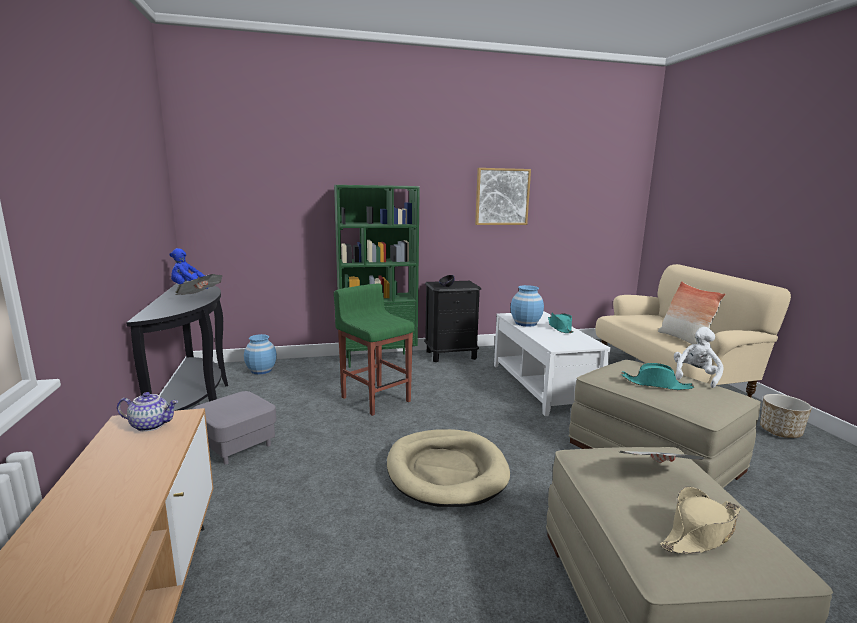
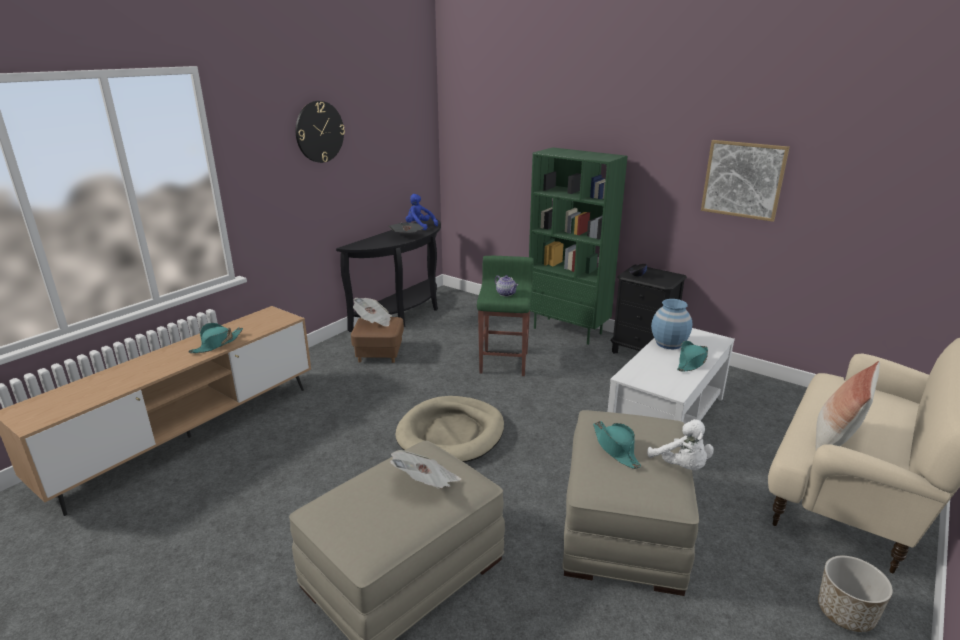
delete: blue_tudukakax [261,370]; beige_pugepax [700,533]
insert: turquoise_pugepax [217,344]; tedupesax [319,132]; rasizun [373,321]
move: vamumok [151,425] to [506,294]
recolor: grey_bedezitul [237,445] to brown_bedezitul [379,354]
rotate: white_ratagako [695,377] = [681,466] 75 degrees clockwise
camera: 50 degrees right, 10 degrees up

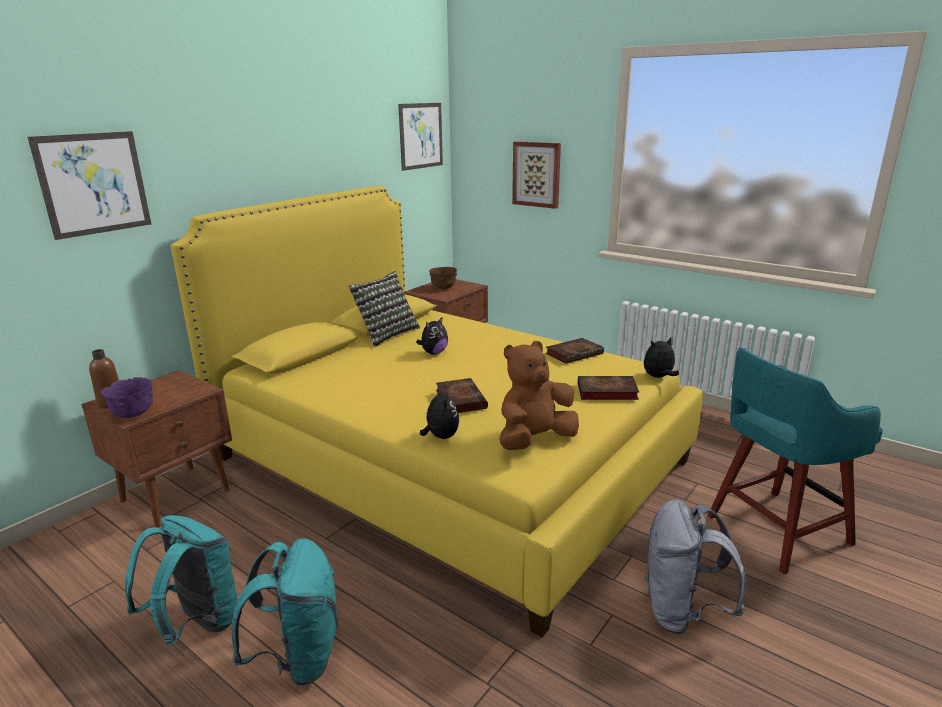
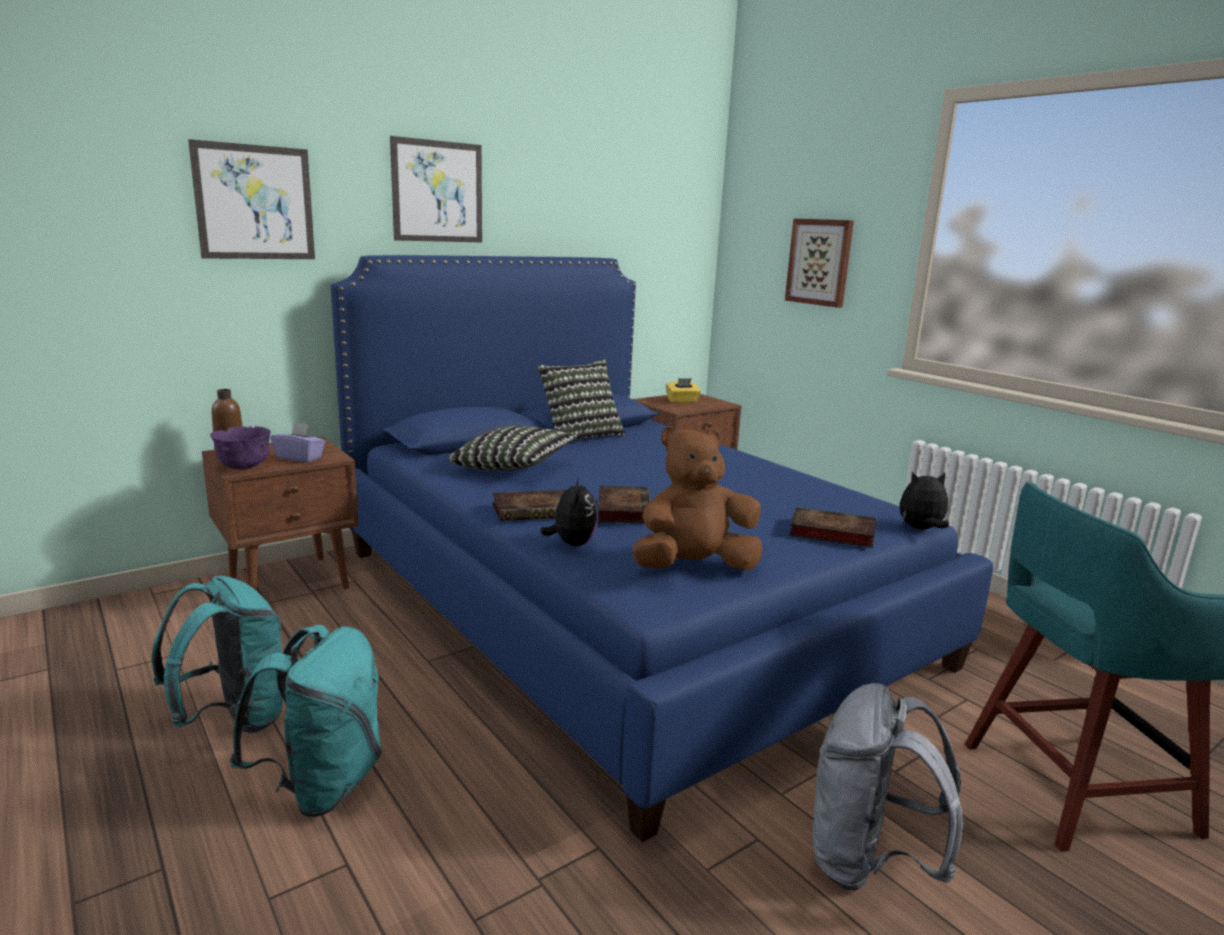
delete: ratagako [433,353]
insert: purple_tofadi [300,458]; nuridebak [513,468]
move: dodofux [421,136] to [437,191]; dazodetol [575,353] to [536,510]
replace: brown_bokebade [443,288] to yellow_tofadi [682,401]
recolor: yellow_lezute [447,459] to blue_lezute [622,604]
camera: 15 degrees right, 5 degrees down

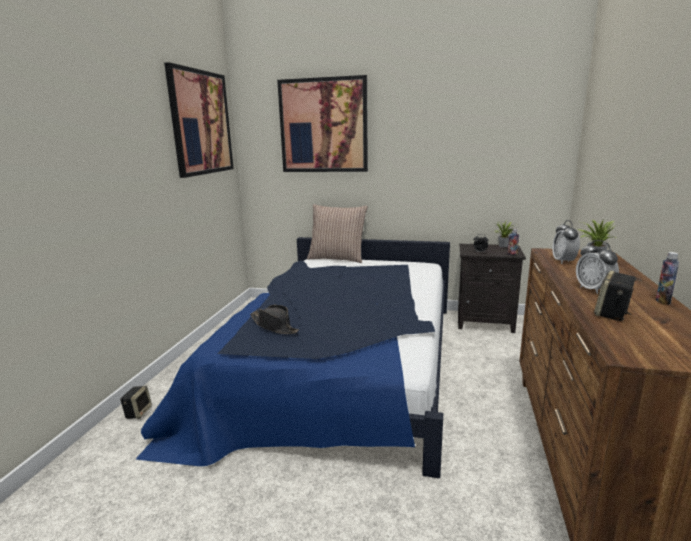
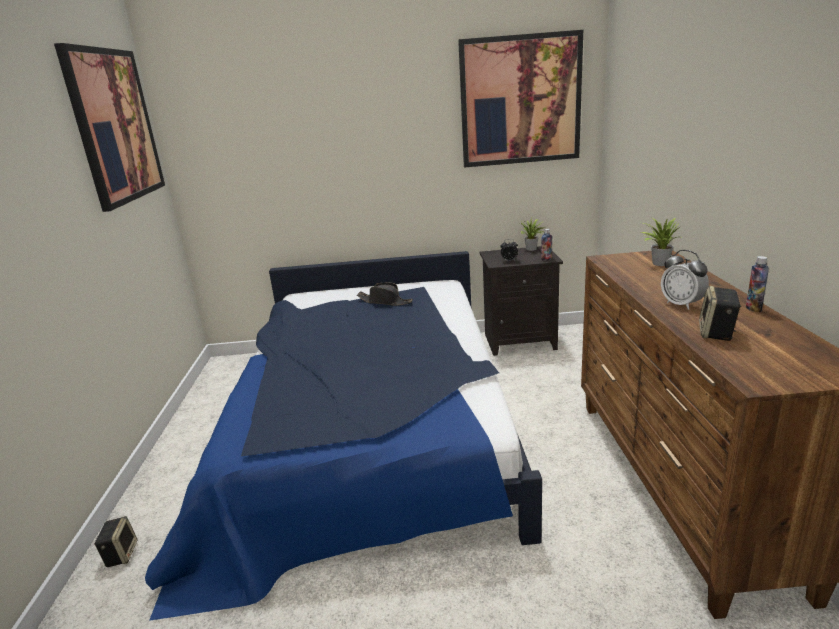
delete: nuridebak [337,258]; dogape [563,261]
move: black_pugepax [274,326] to [385,301]; dodofux [323,126] to [520,100]
camera: 15 degrees left, 5 degrees up

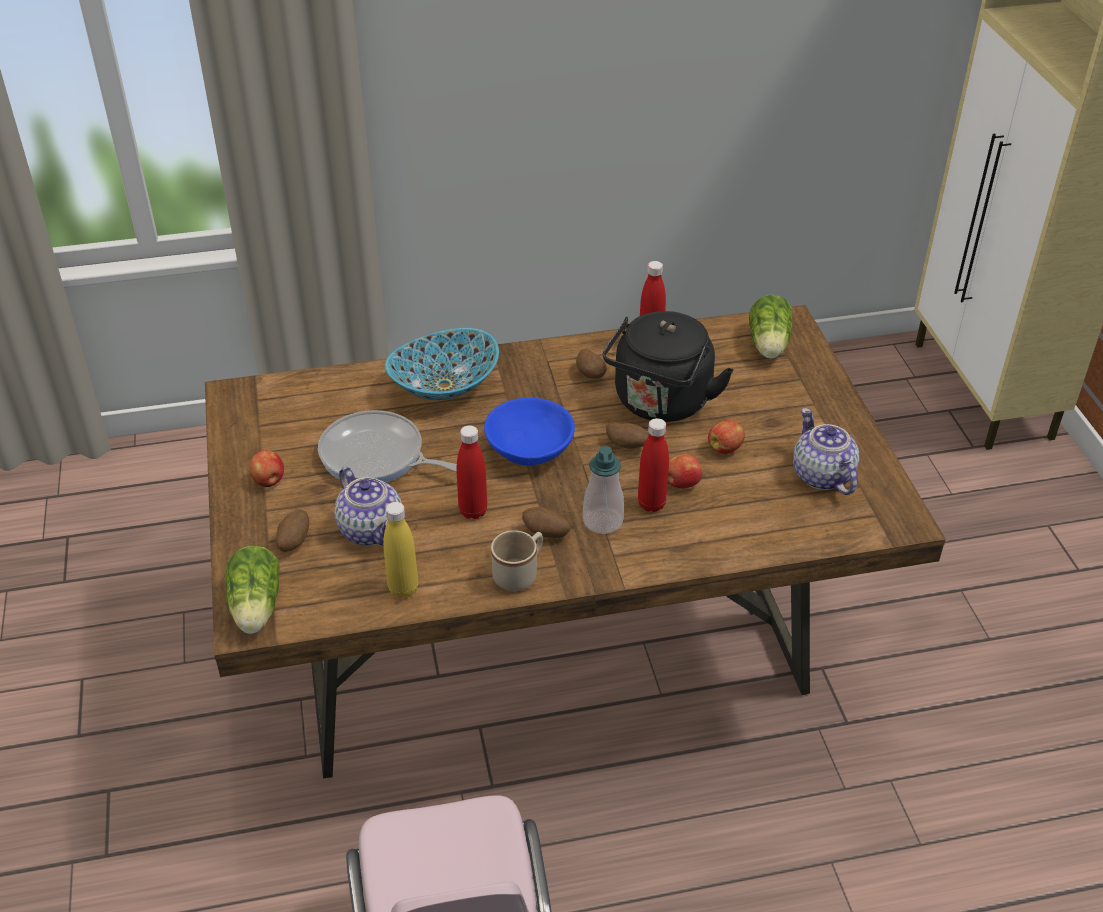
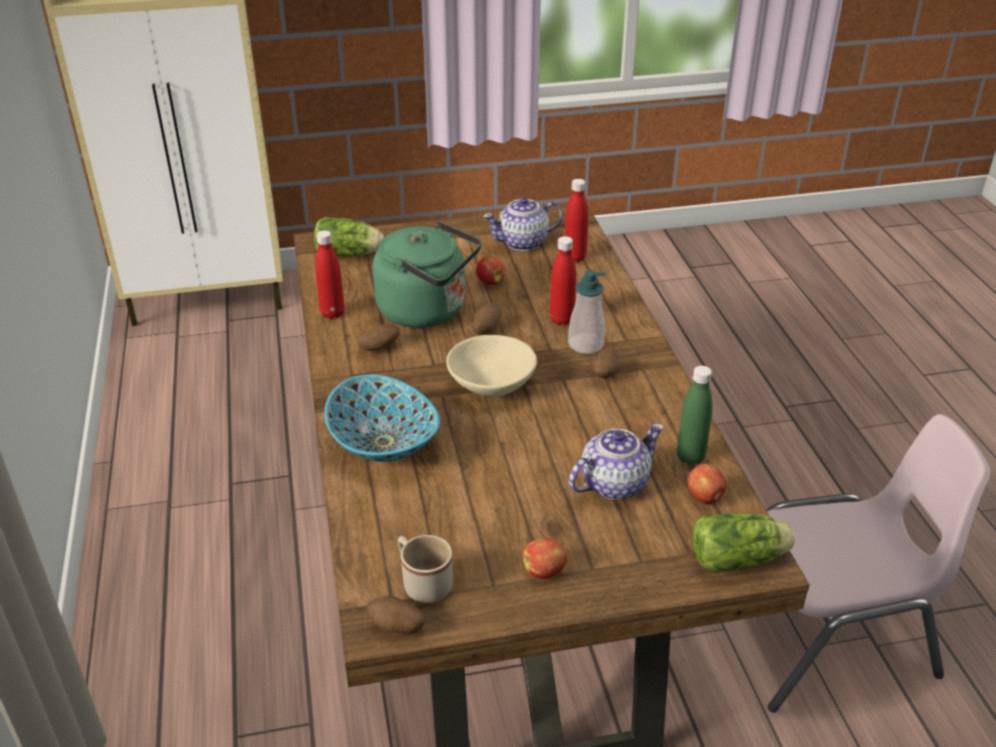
delete: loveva [377,457]
move: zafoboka [293,542] to [396,627]; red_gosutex [473,511] to [574,258]; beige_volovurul [520,574] to [423,582]; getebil [681,484] to [705,497]
recolor: yellow_gosutex [403,589] to green_gosutex [690,457]; blue_bokebade [529,450] to beige_bokebade [491,385]; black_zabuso [660,404] to green_zabuso [428,311]
camera: 90 degrees left, 5 degrees down

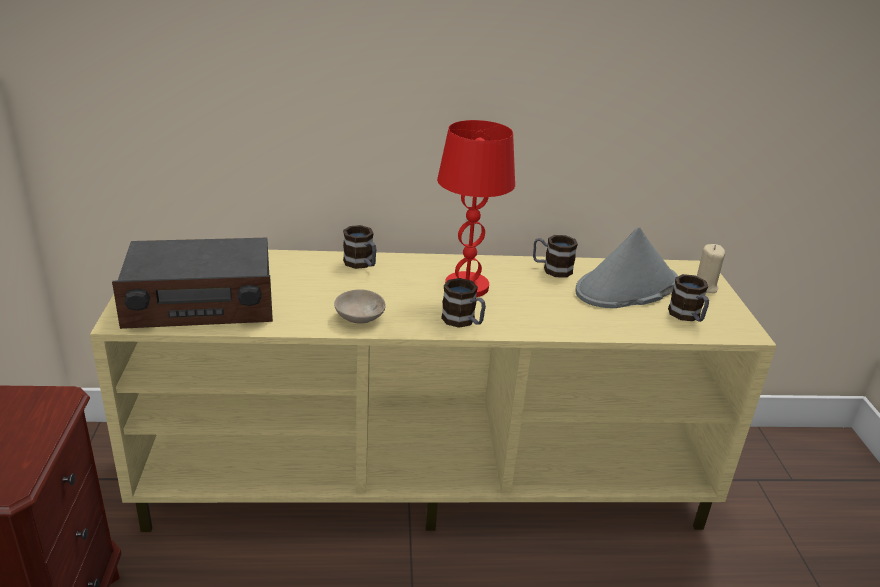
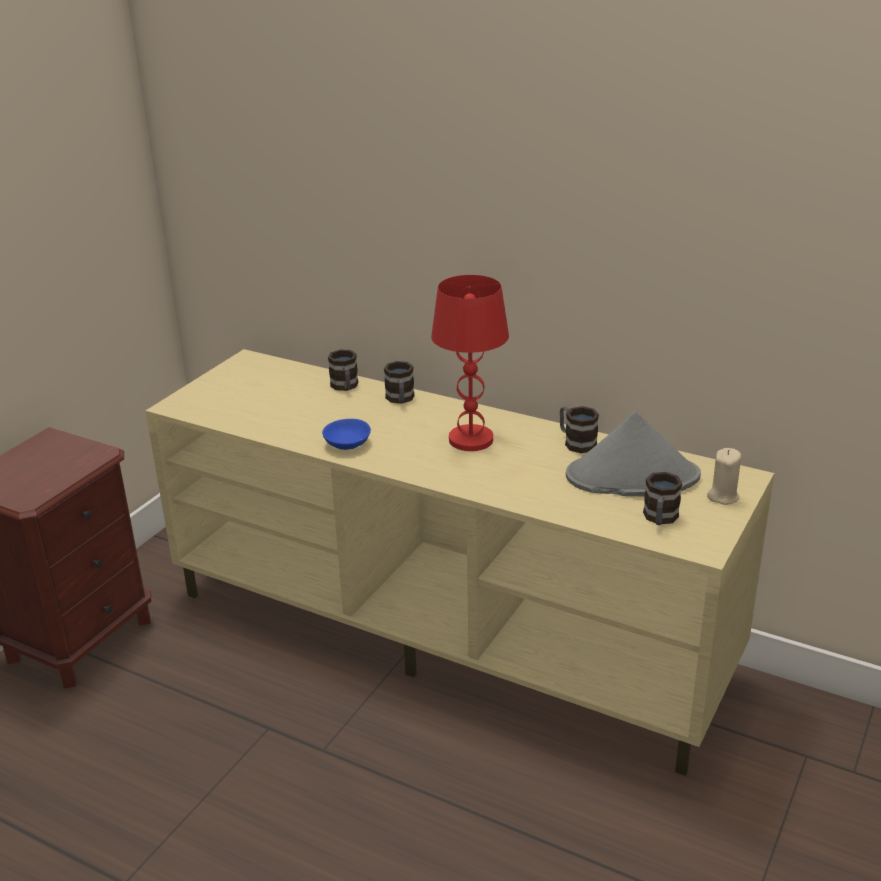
delete: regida [201,302]
move: volovurul [463,321] to [345,387]
recolor: beige_bokebade [358,316] to blue_bokebade [346,443]
camera: 35 degrees right, 0 degrees up

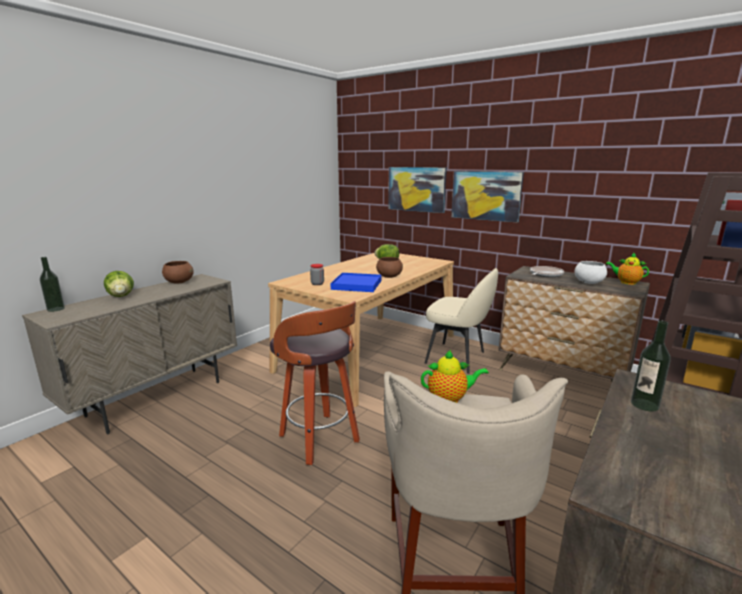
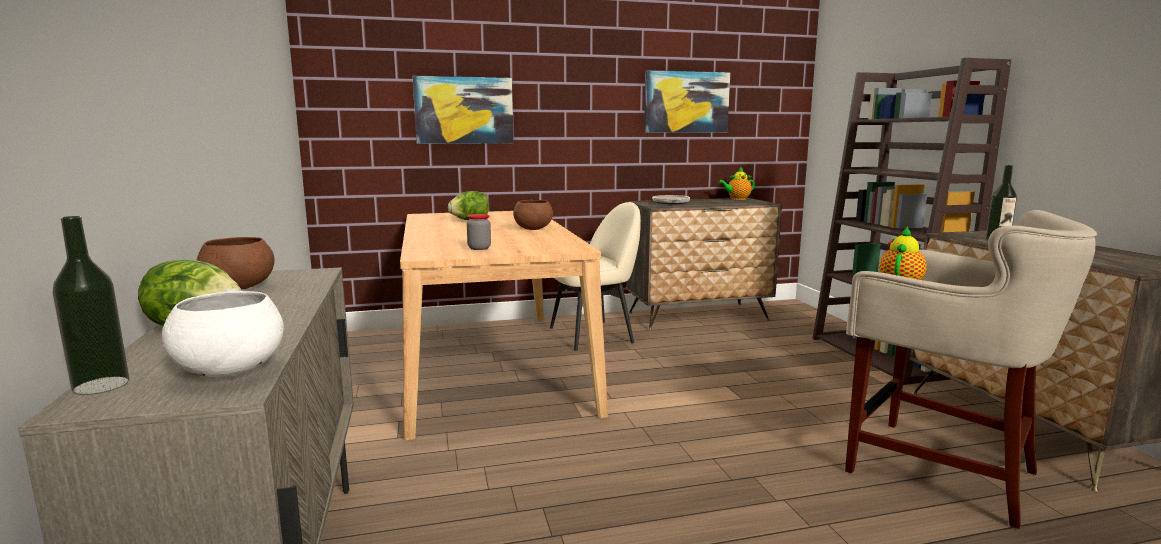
delete: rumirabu [320,439]; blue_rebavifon [357,285]
move: dodofux [486,195] to [686,102]; white_bokebade [588,283] to [230,371]
camera: 50 degrees left, 5 degrees down

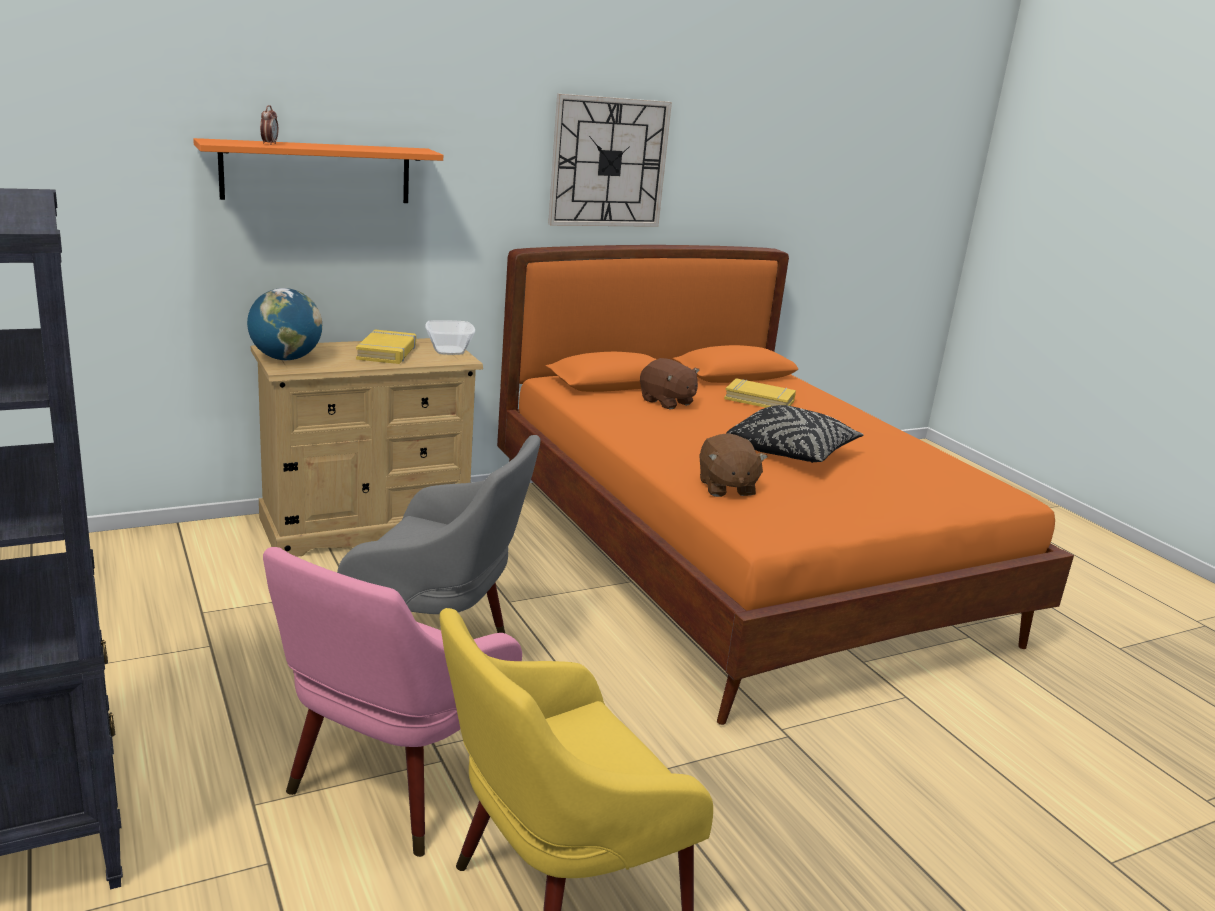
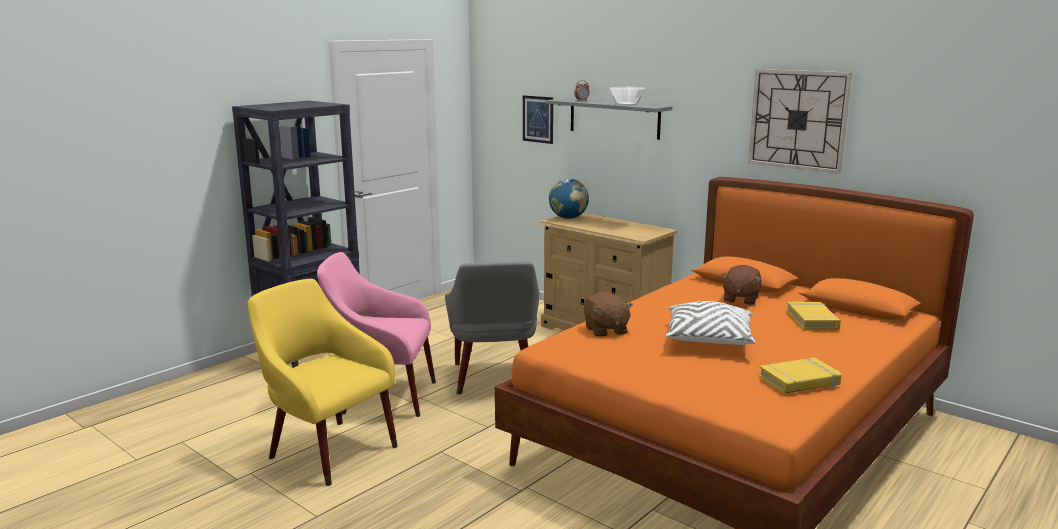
insert: dodofux [538,119]
move: yellow_dazodetol [387,352] to [799,381]; bokebade [450,351] to [626,104]
recolor: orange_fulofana [317,172] to grey_fulofana [614,118]; black_nuridebak [792,452] to white_nuridebak [709,340]
rotate: brown_ratagako [726,488] = [605,331] 75 degrees counterclockwise
camera: 70 degrees right, 5 degrees down

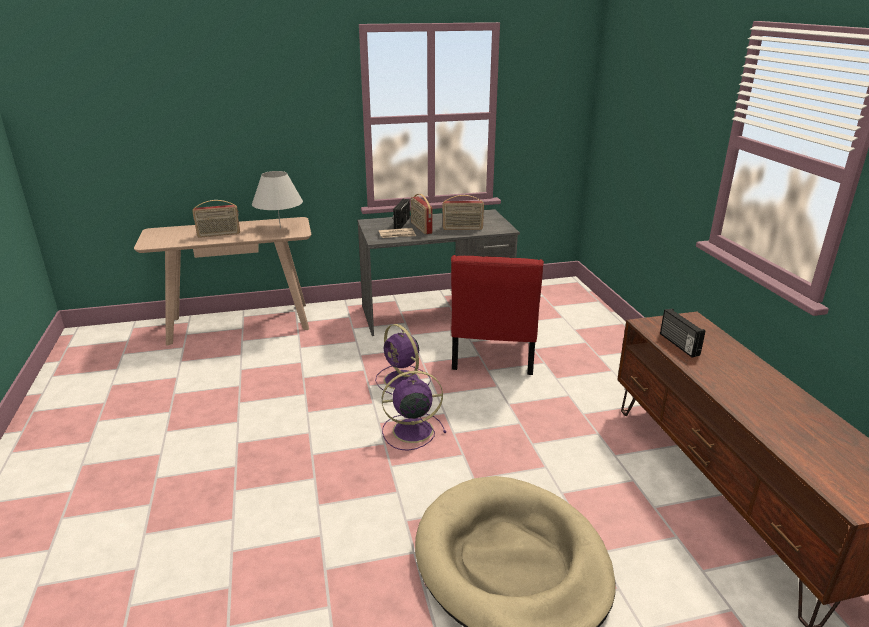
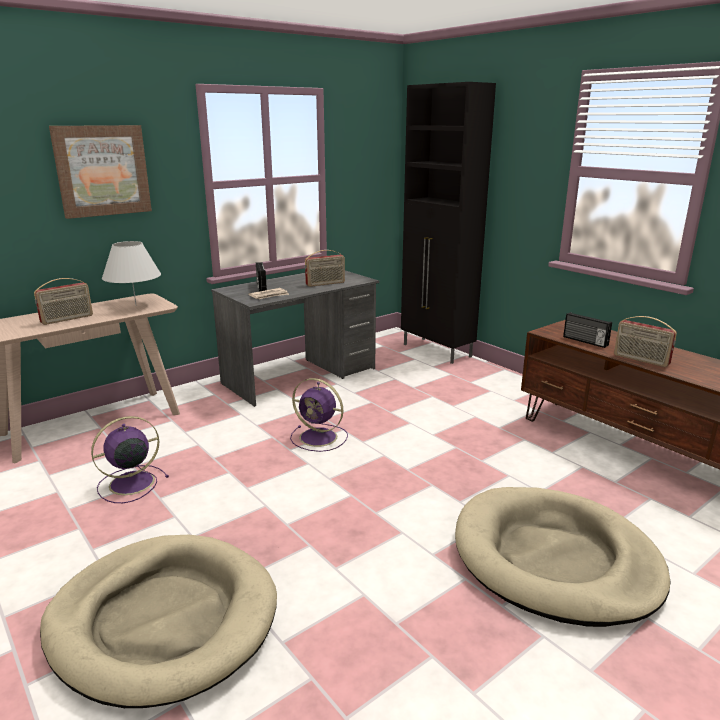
delete: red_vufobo [493,355]
insert: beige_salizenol [163,620]; dodofux [102,170]; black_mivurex [437,351]
move: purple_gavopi [411,430] to [130,484]; regida [421,228] to [640,360]
camera: 25 degrees left, 5 degrees down

